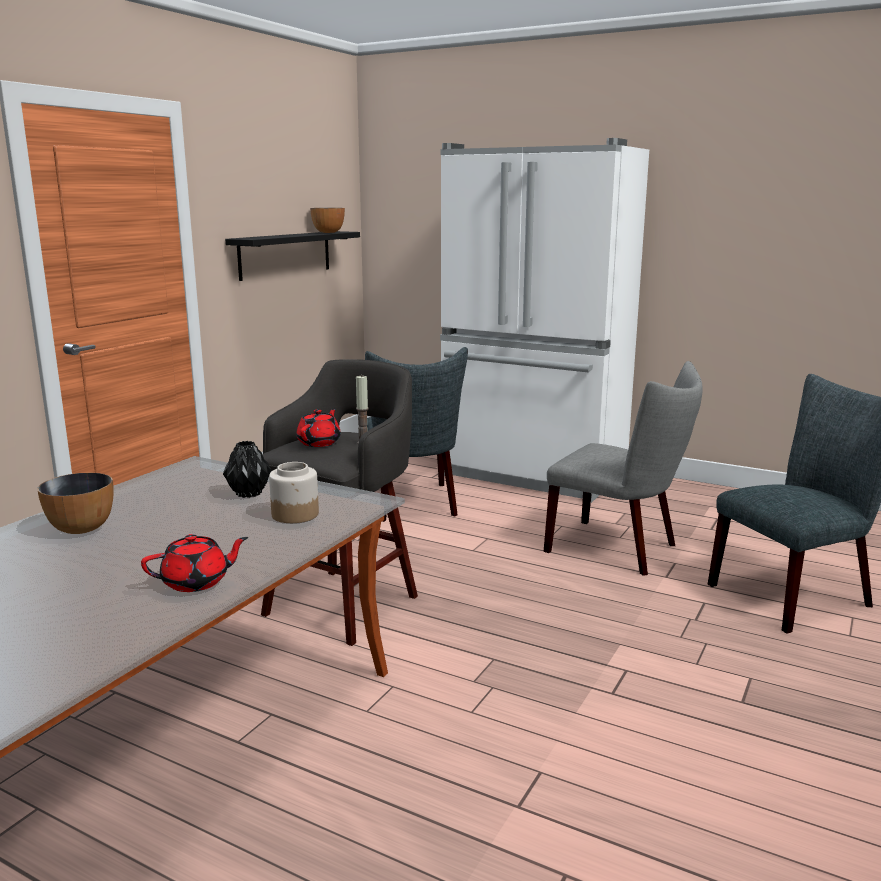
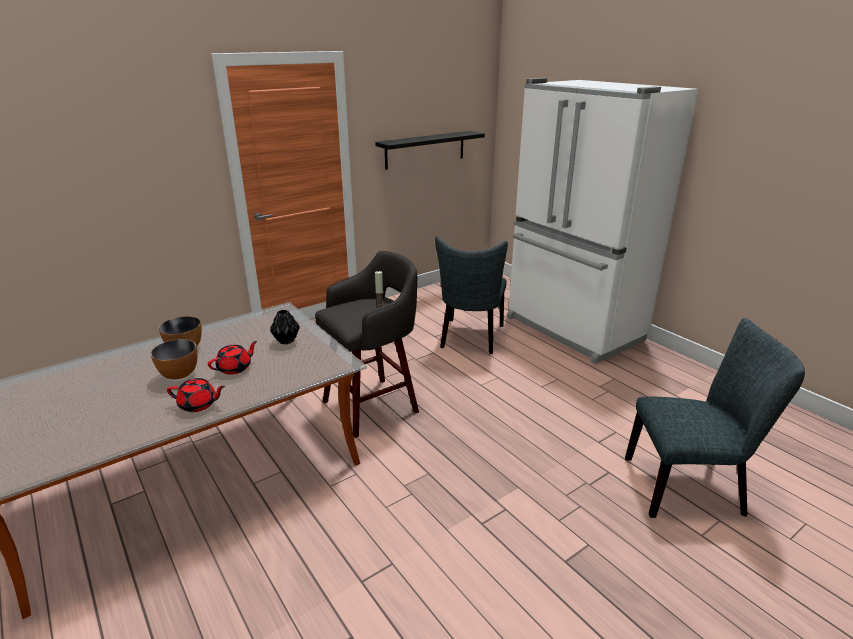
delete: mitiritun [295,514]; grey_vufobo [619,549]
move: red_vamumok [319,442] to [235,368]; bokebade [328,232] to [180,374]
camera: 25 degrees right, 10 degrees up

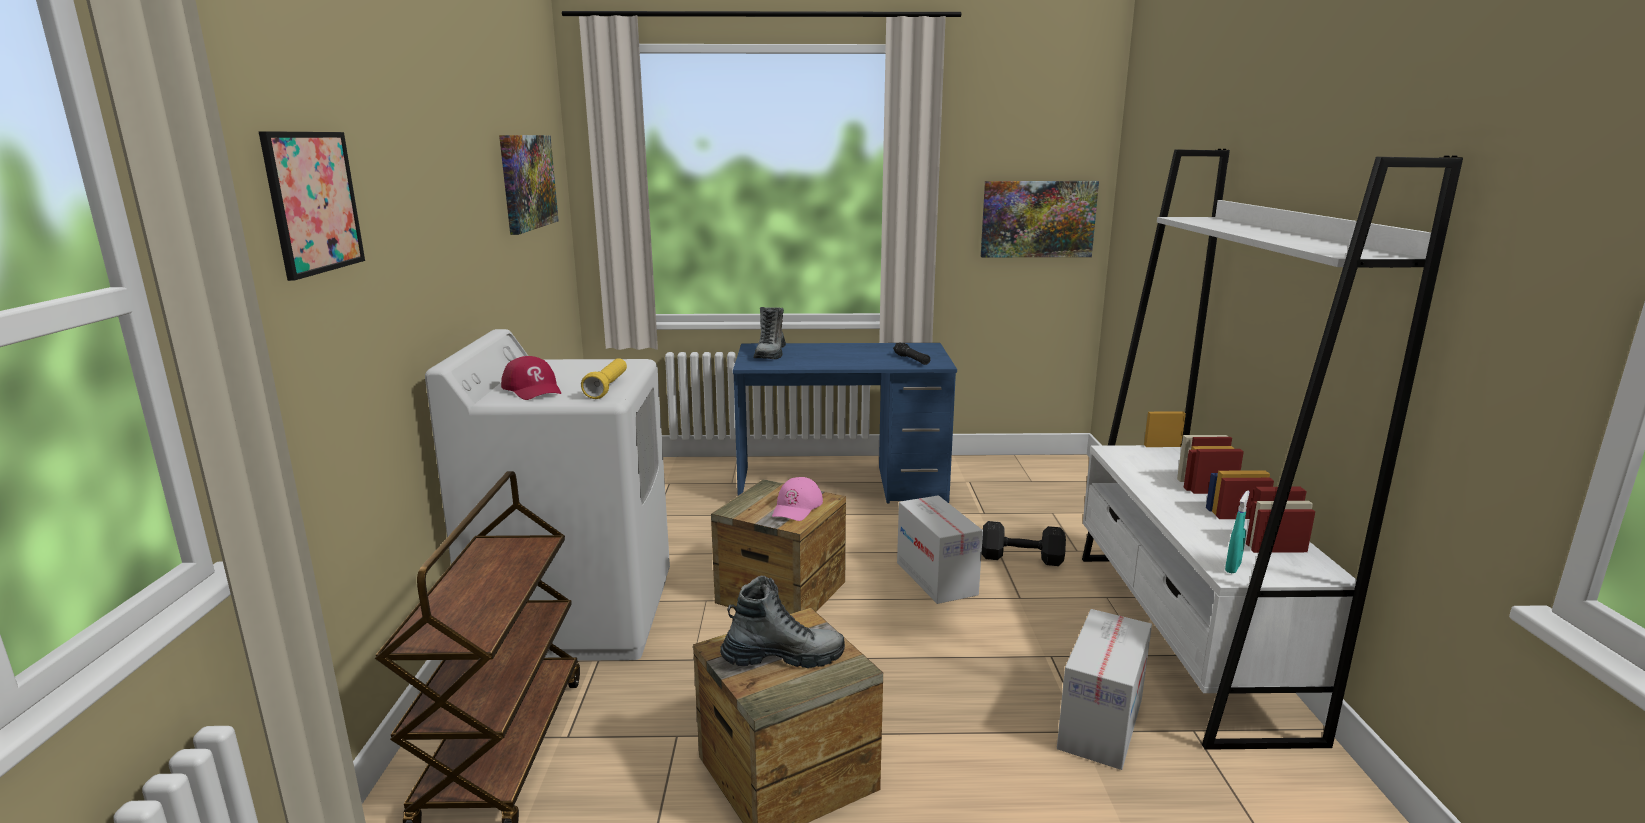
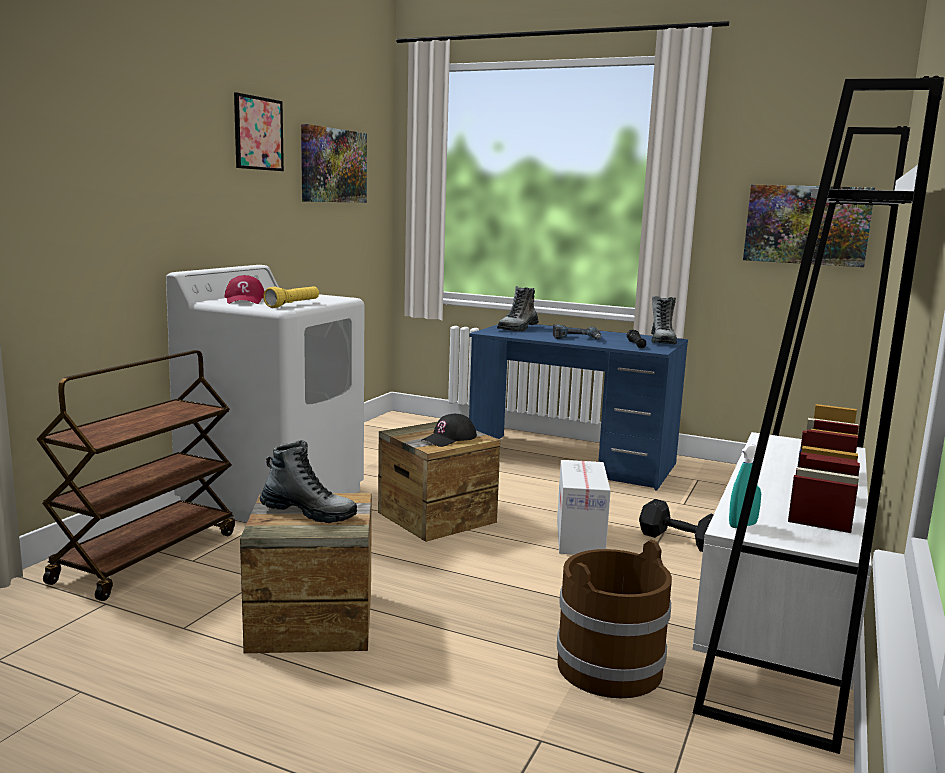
insert: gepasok [577,338]; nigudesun [662,341]
move: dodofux [313,202] to [258,133]
replace: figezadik [1100,723] to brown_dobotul [609,666]
recolor: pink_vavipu [797,507] to black_vavipu [449,439]
camera: 25 degrees right, 5 degrees down

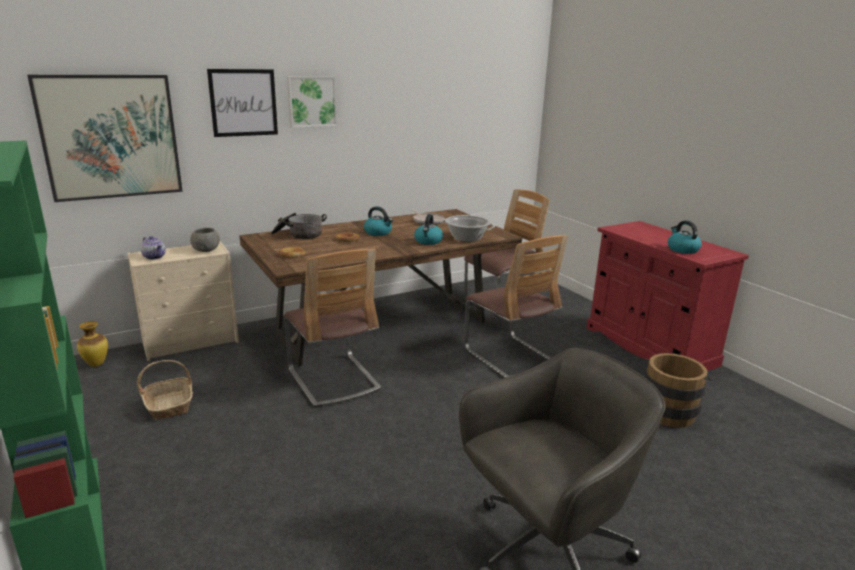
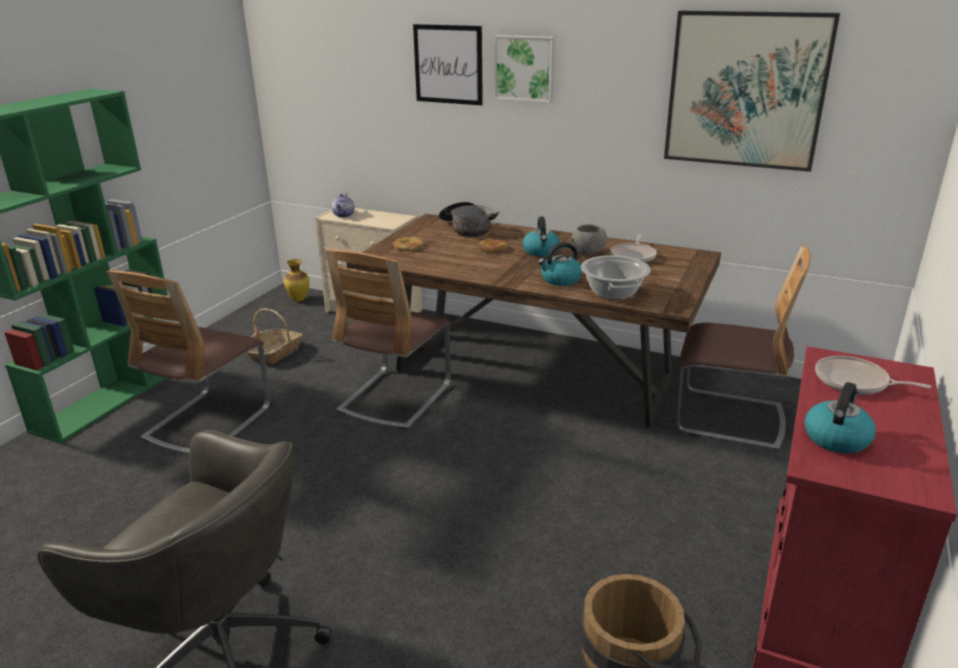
insert: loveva [855,382]
move: dodofux [111,137] to [746,90]; grey_bokebade [207,250] to [588,253]; vufobo [510,357] to [208,423]
camera: 55 degrees right, 5 degrees up

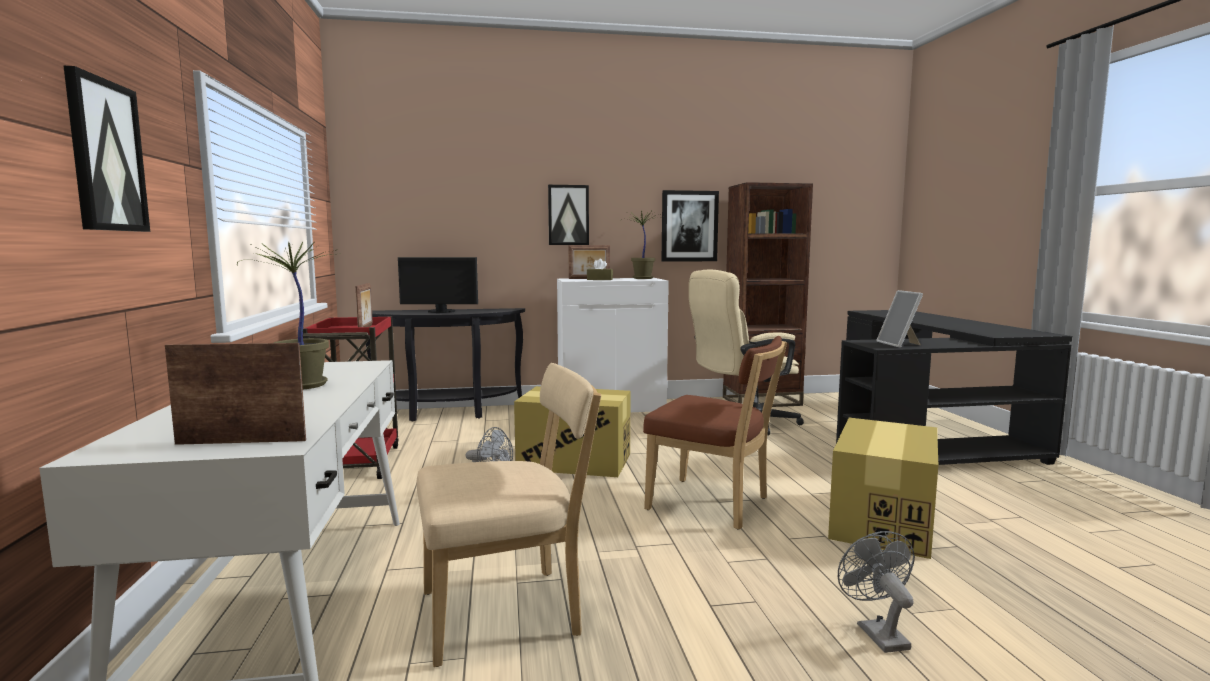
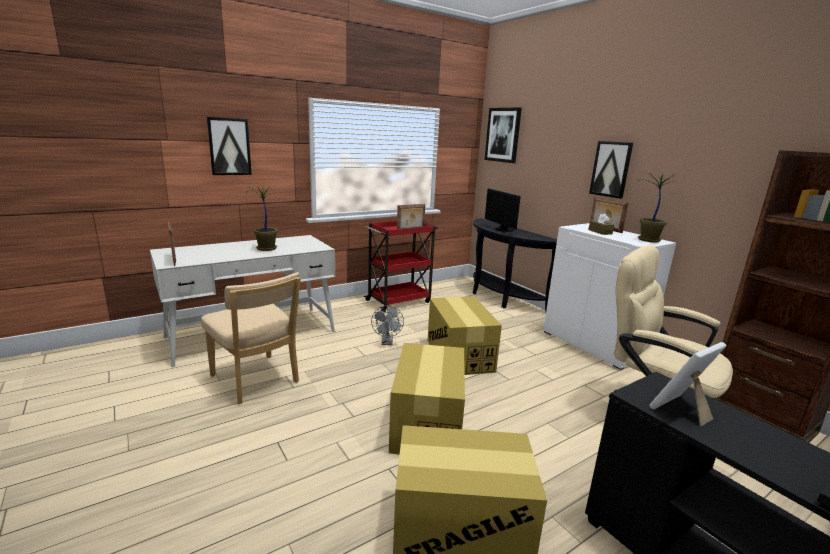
delete: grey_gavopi [877,632]
move: dodofux [689,226] to [503,135]
replace: brown_vufobo [713,505] to figezadik [427,424]
camera: 65 degrees right, 10 degrees up

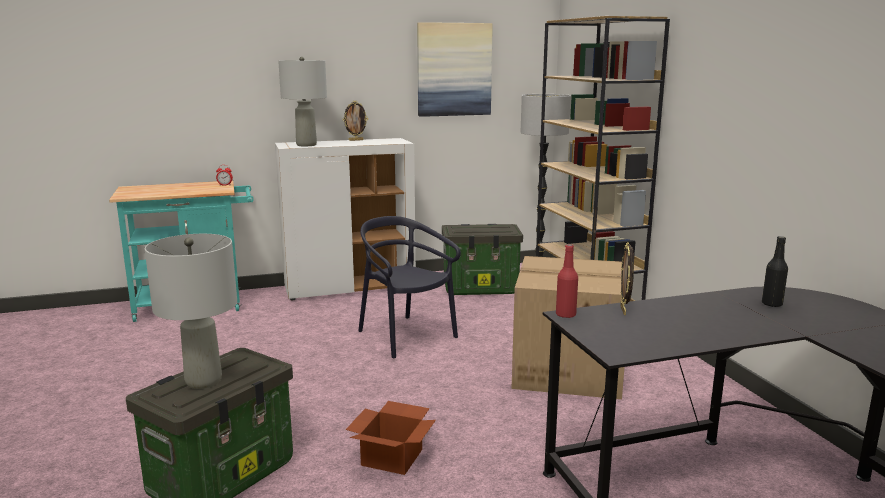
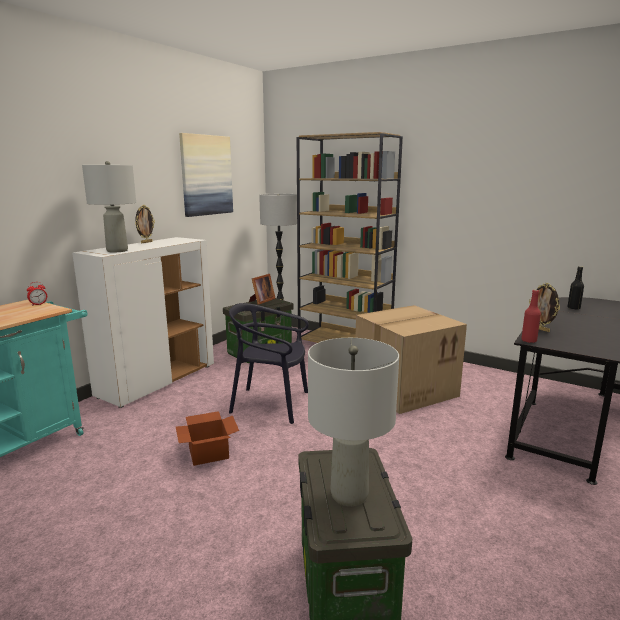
insert: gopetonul [261,301]
move: figezadik [393,457] to [209,452]
camera: 40 degrees left, 0 degrees up

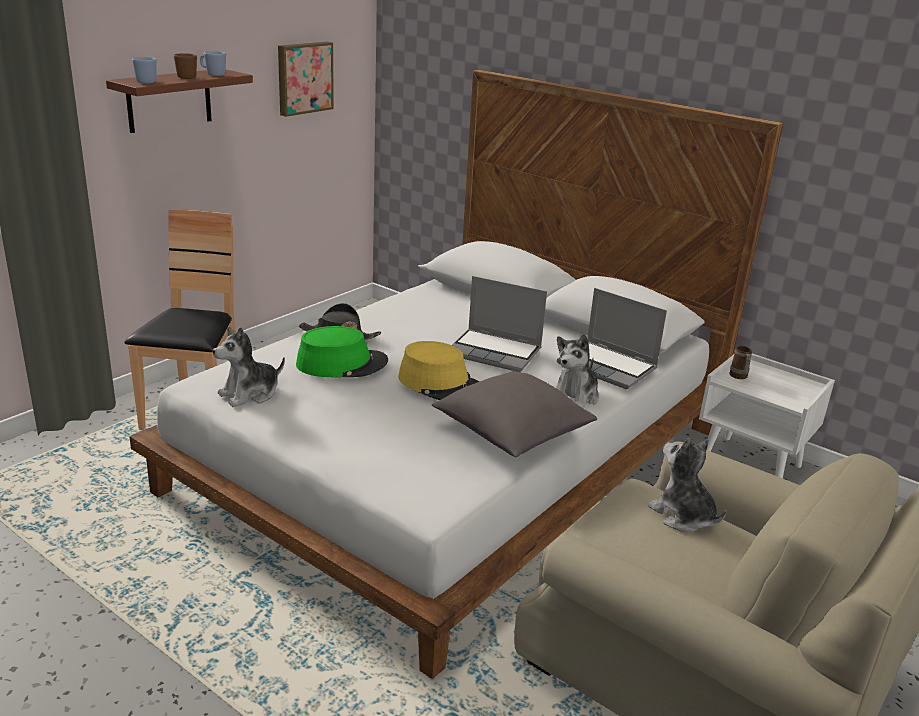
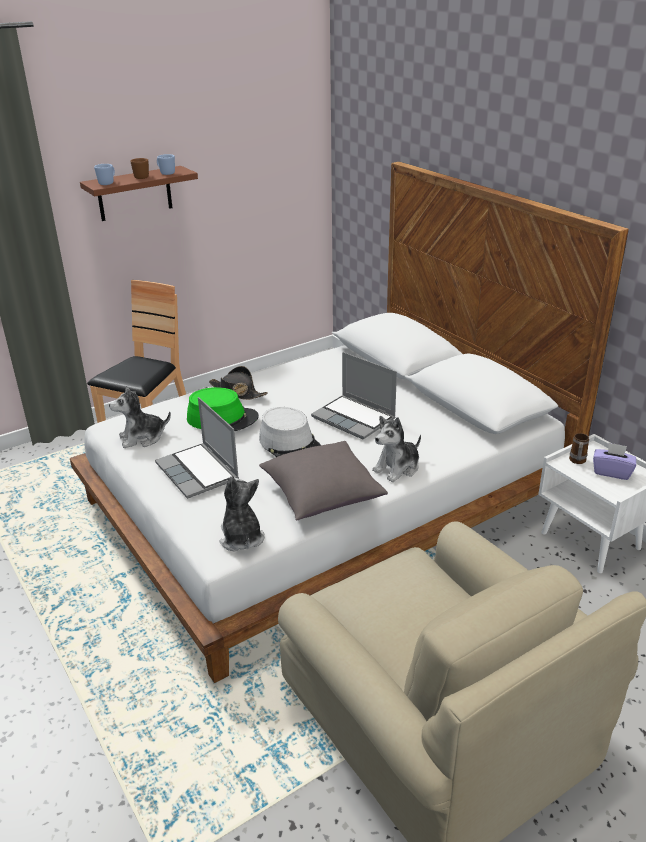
delete: dodofux [304,78]
insert: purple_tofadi [611,472]
move: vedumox [608,367] to [198,472]; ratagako [683,516] to [241,538]
recolor: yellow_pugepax [440,383] to grey_pugepax [290,443]
camera: 20 degrees right, 5 degrees up

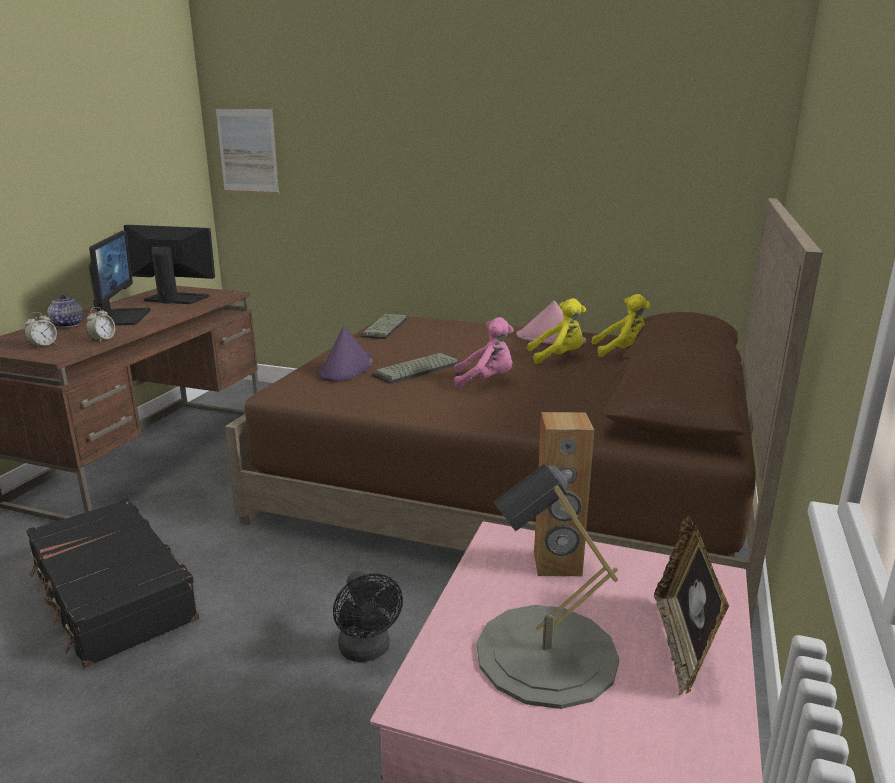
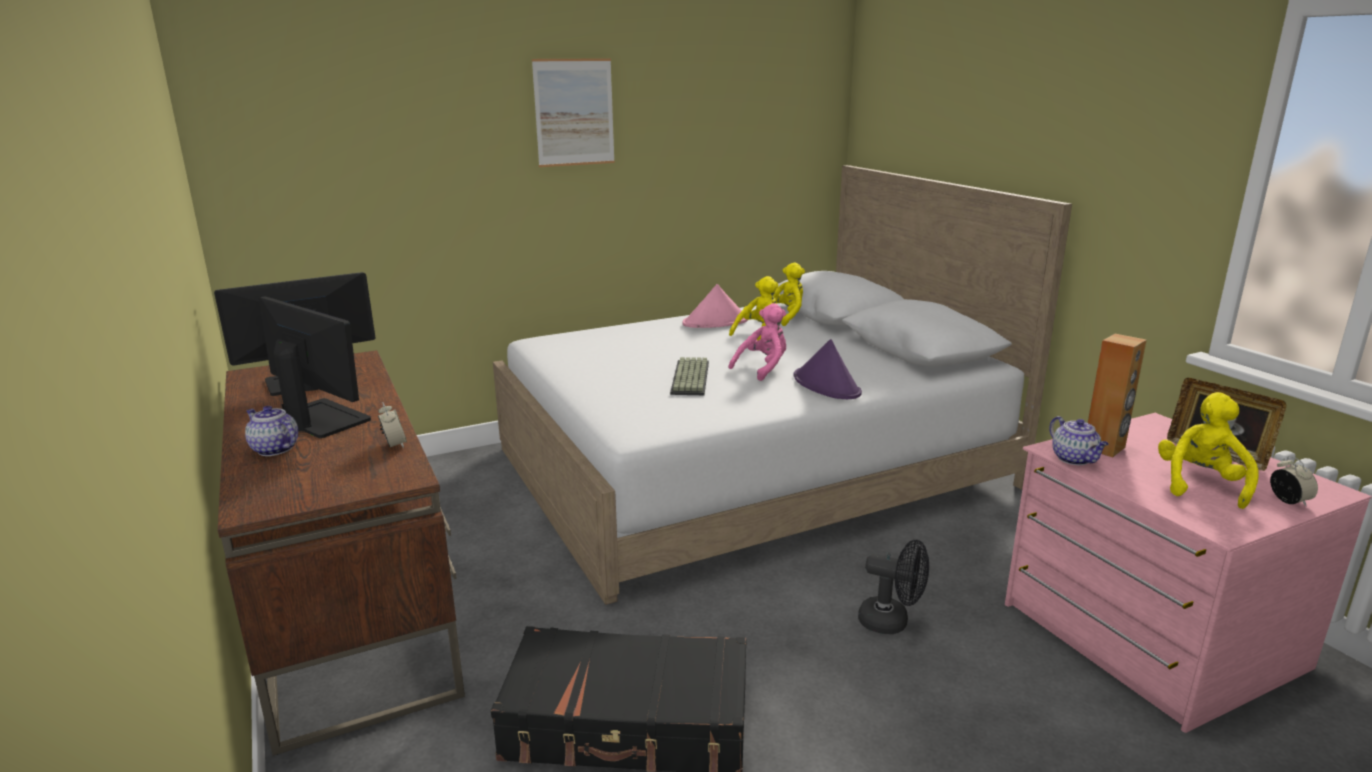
delete: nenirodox [386,328]
insert: vamumok [1075,459]
move: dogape [43,345] to [1288,501]; dodofux [247,150] to [574,112]; purple_pugepax [346,368] to [827,385]
replace: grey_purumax [546,654] to yellow_ratagako [1200,485]
recolor: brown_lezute [512,483] to white_lezute [751,467]
camera: 45 degrees left, 0 degrees up

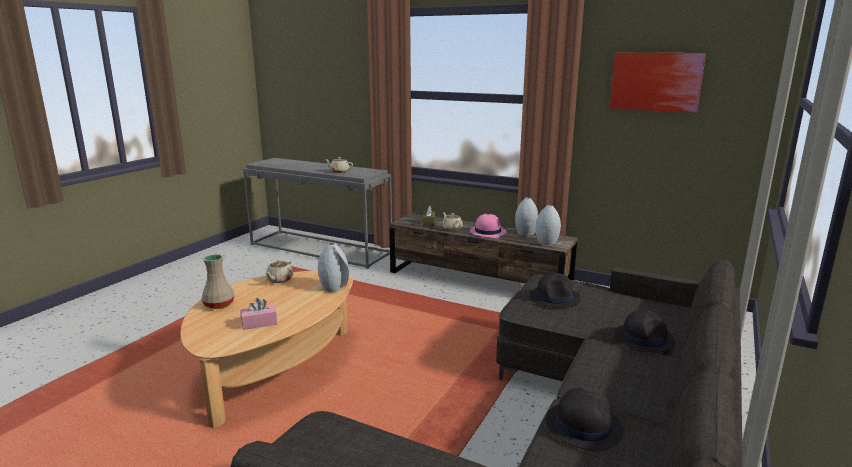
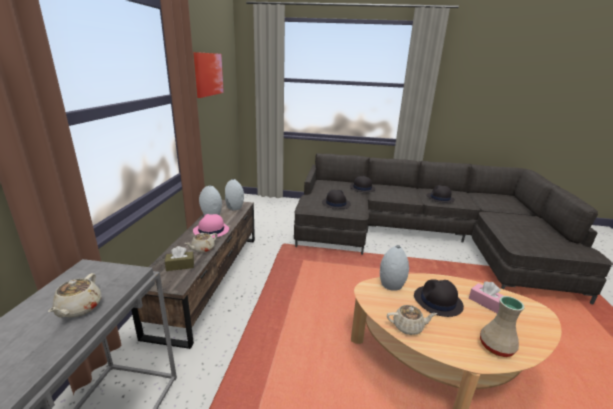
insert: black_pugepax [437,301]
camera: 110 degrees left, 5 degrees up

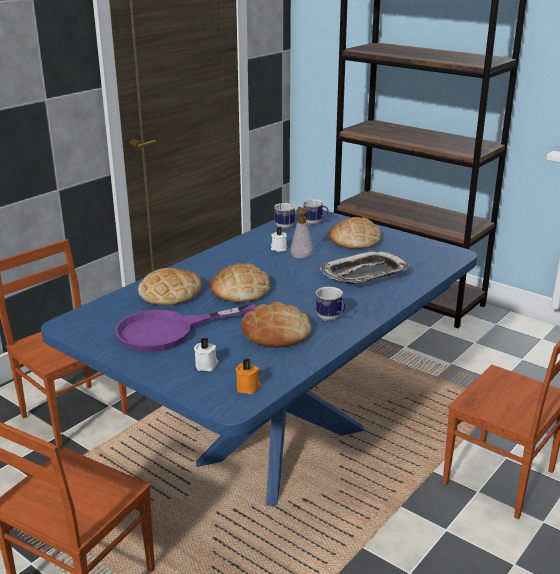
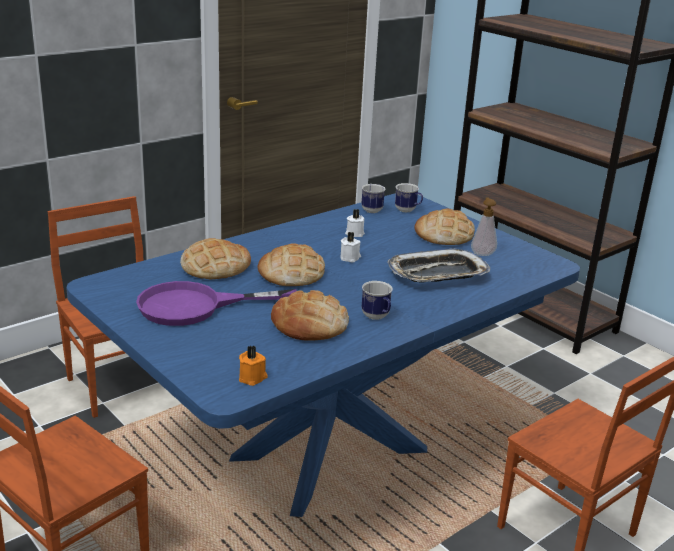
move: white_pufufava [207,365] to [350,258]; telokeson [301,256] to [482,253]
camera: 10 degrees right, 0 degrees up

